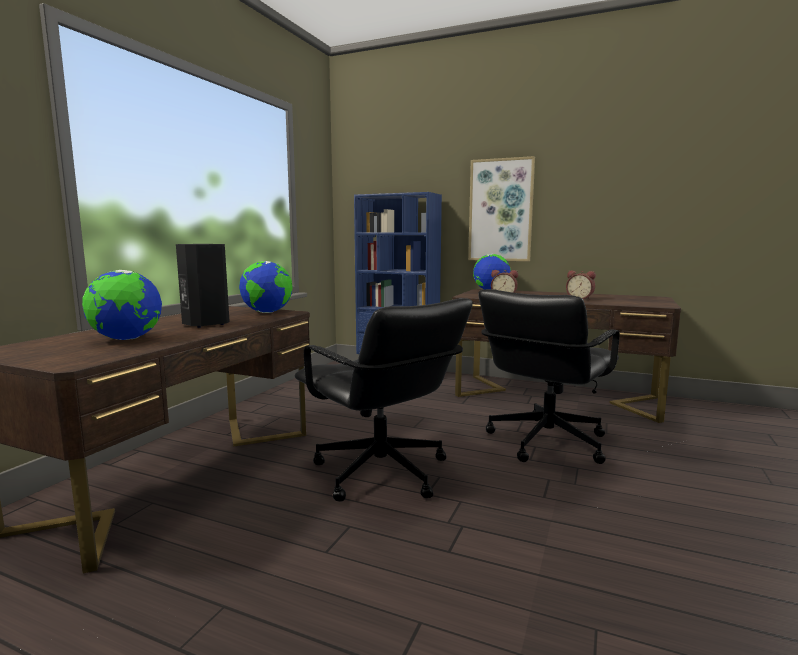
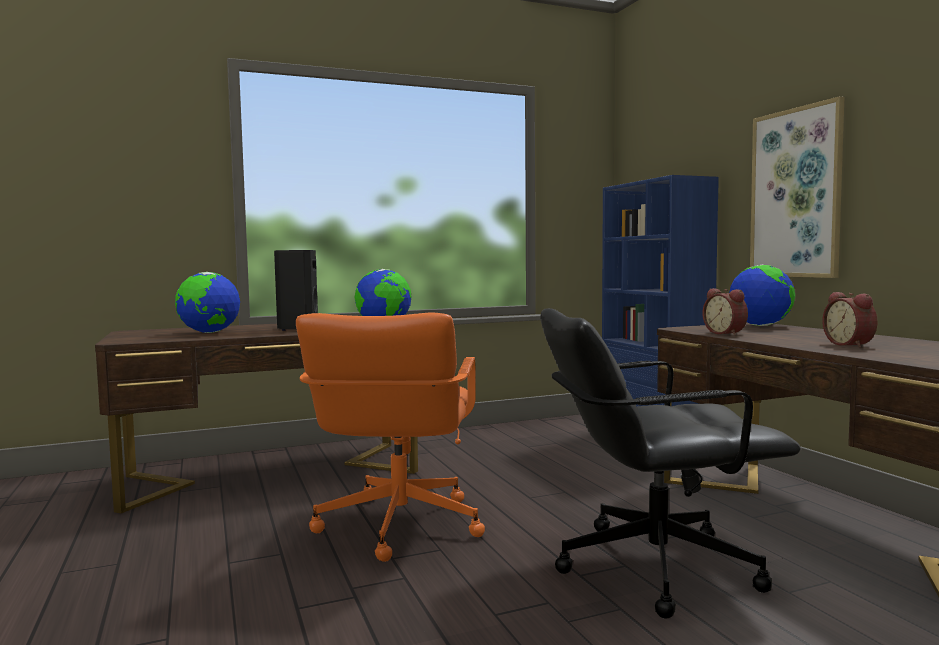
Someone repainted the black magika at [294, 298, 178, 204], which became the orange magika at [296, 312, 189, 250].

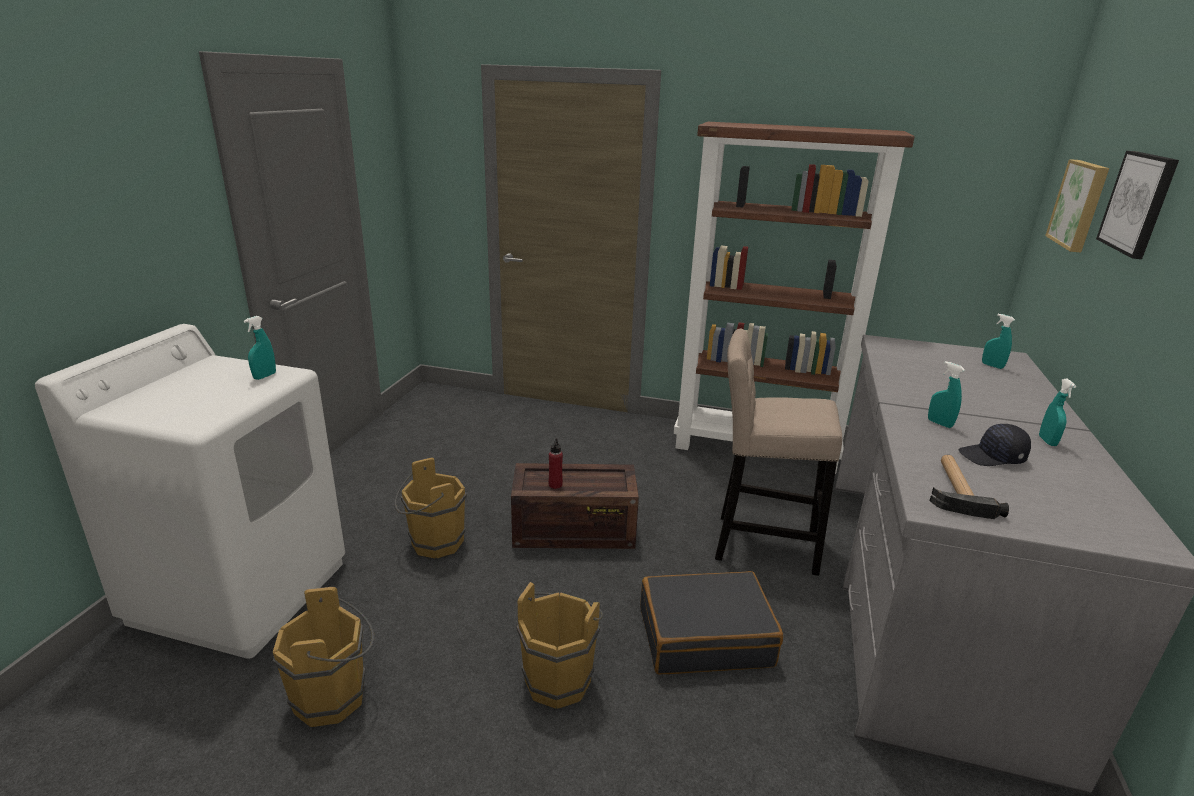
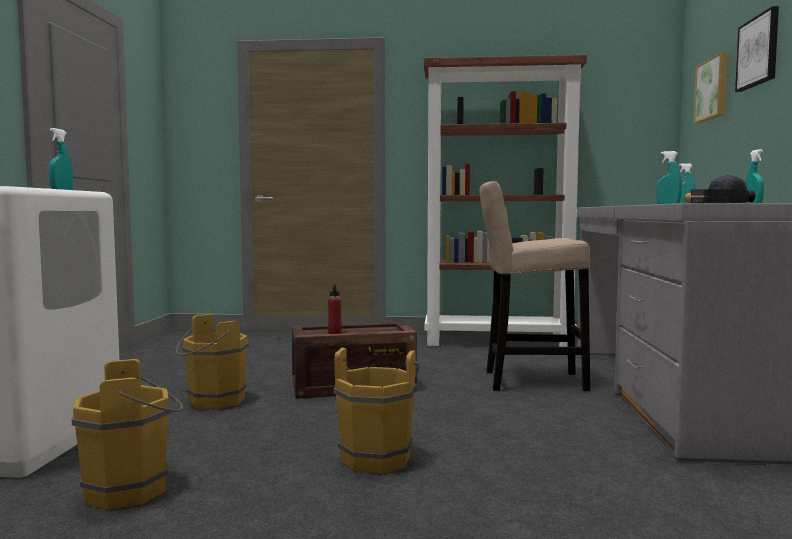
Someone took away the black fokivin at [640, 571, 143, 103].

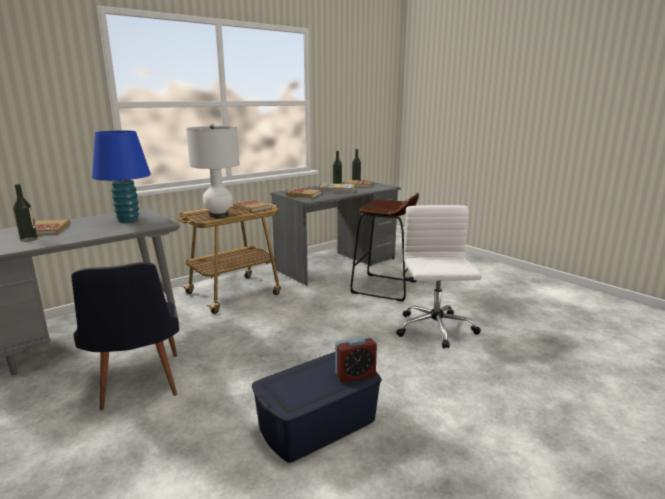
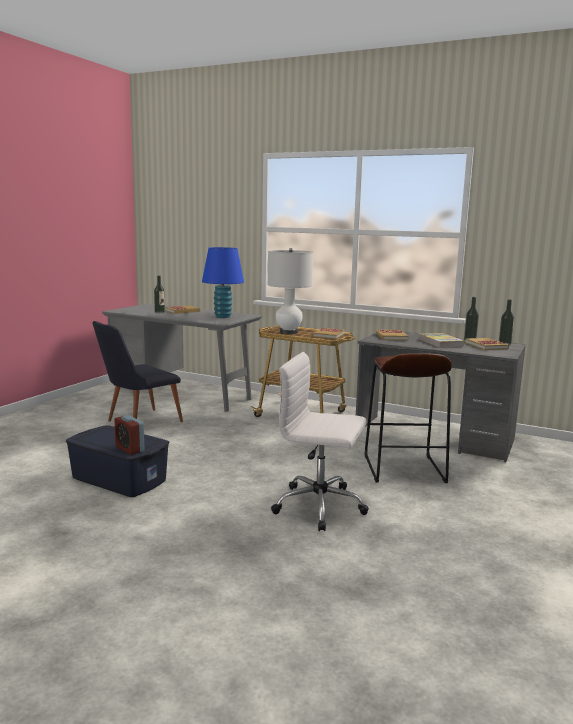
Someone rotated the white magika at [396, 205, 86, 143] by 135 degrees counterclockwise.

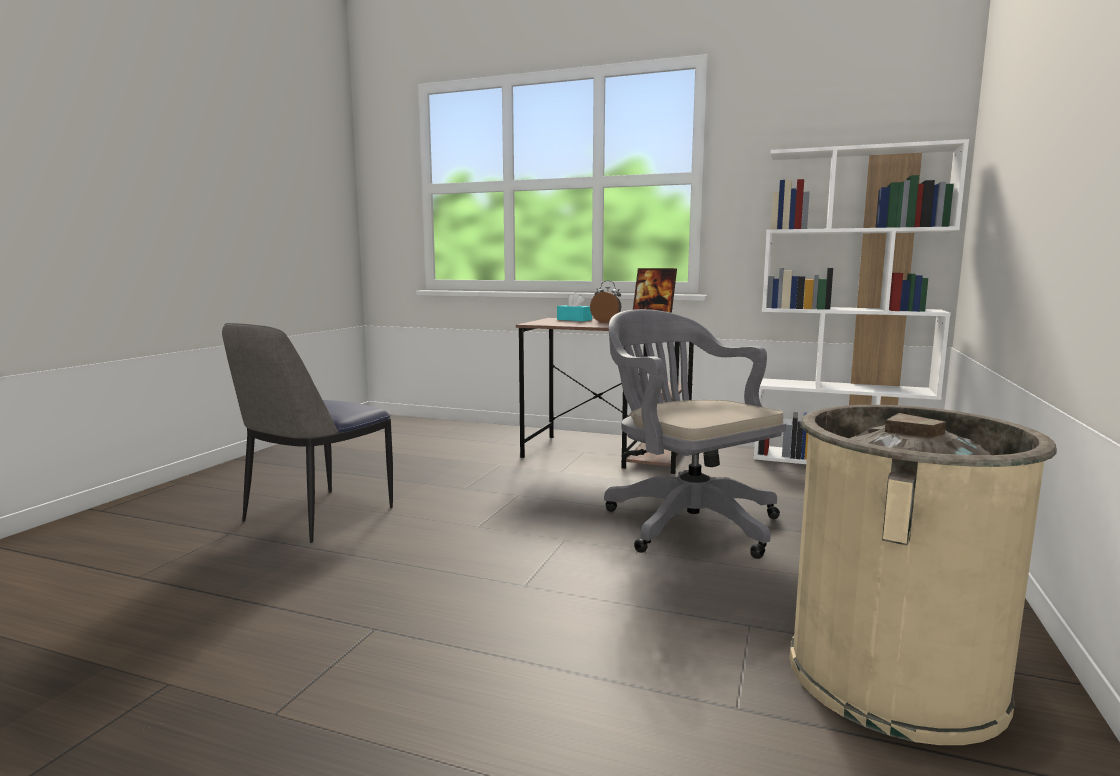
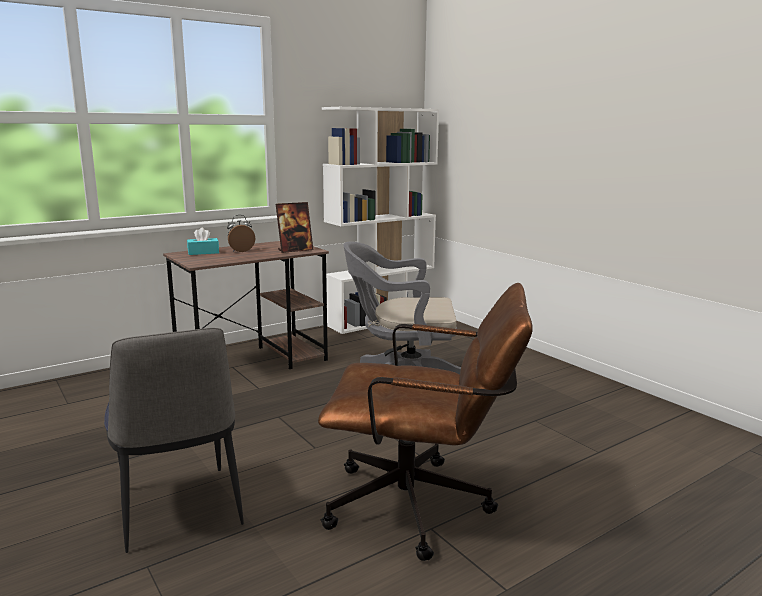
Someone took away the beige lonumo at [789, 405, 268, 340]. Someone put down the brown magika at [318, 283, 215, 278].

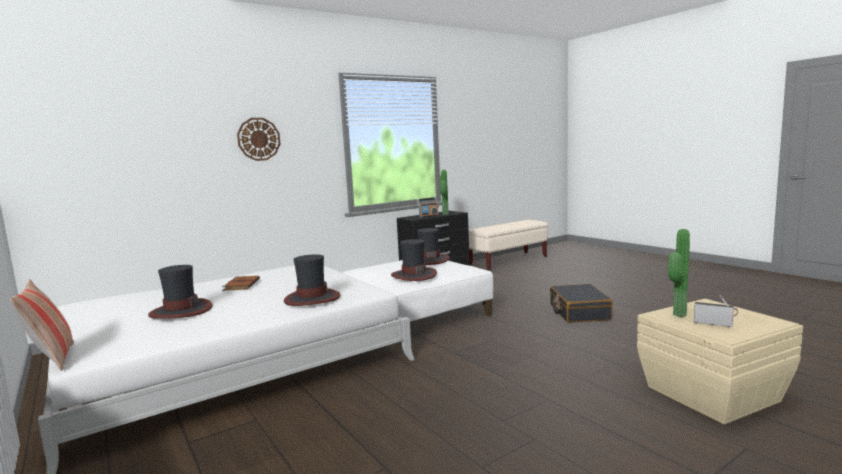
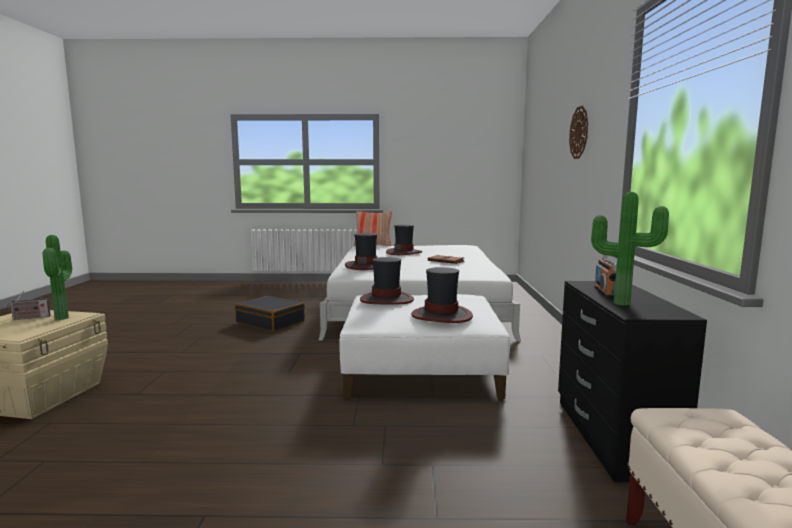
Someone carried the black fokivin from [550, 284, 63, 39] to [235, 296, 70, 35].

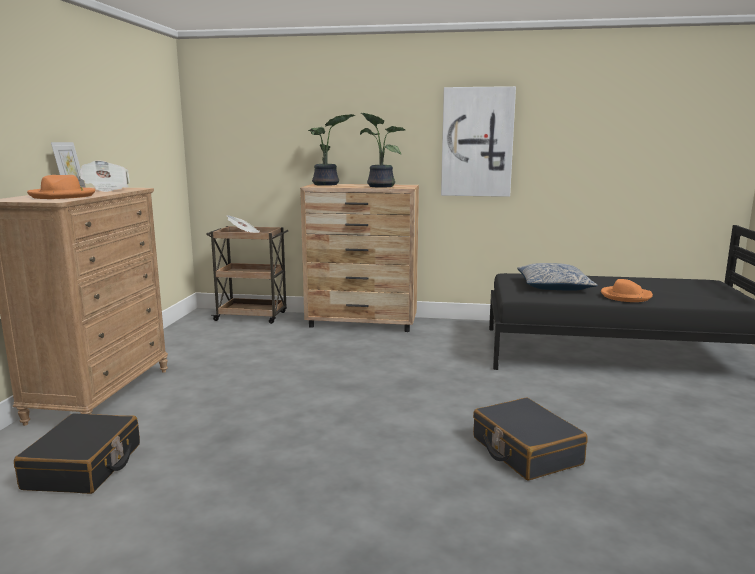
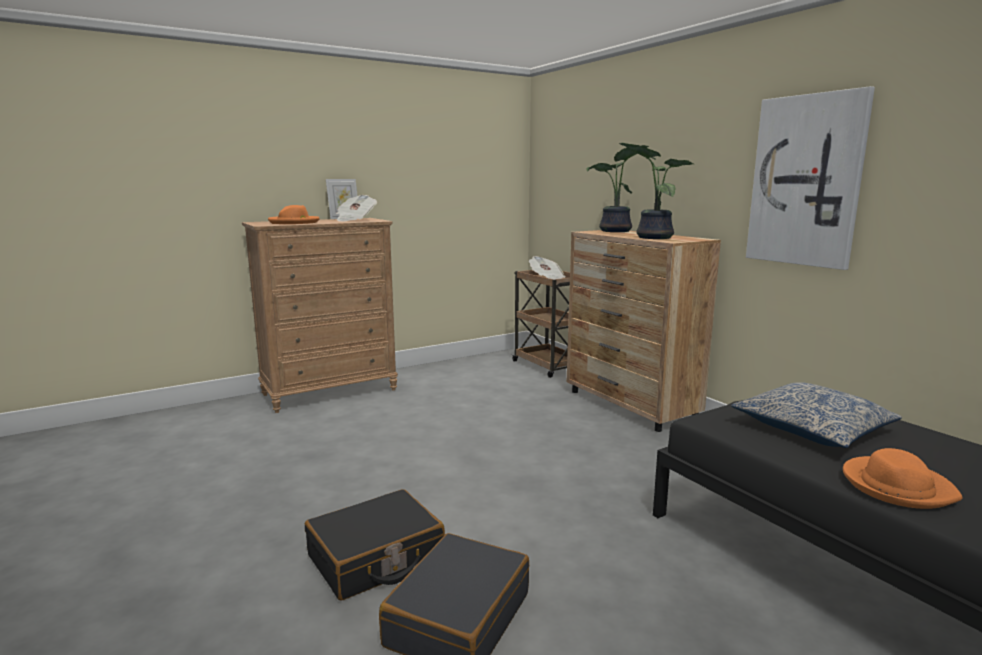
Someone carried the black fokivin from [14, 413, 126, 81] to [305, 489, 140, 111].

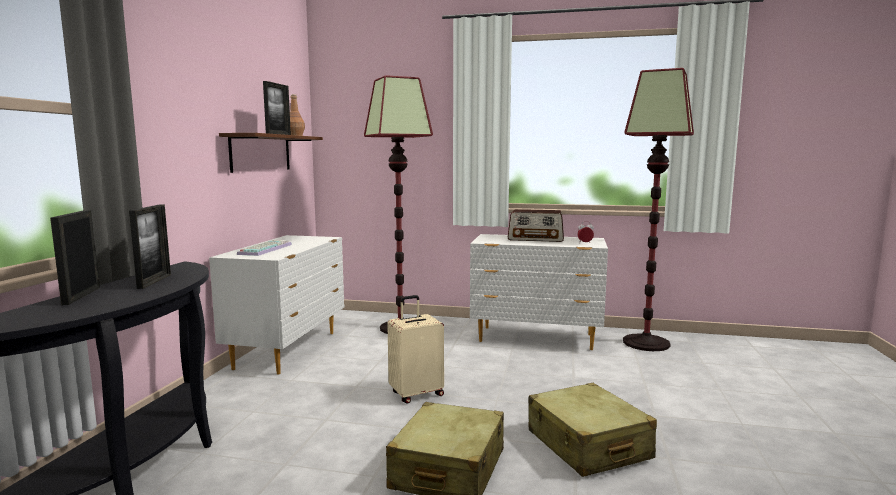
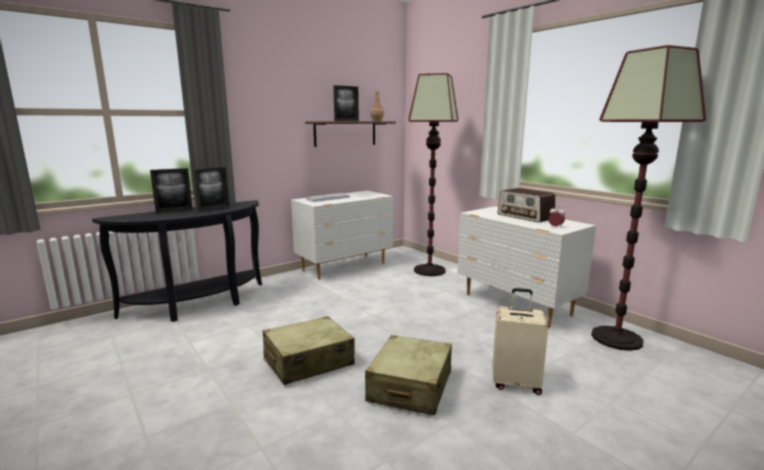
Someone carried the beige fokivin from [387, 295, 57, 109] to [493, 288, 55, 107]. Someone rotated the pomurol at [50, 210, 50, 95] by 150 degrees counterclockwise.

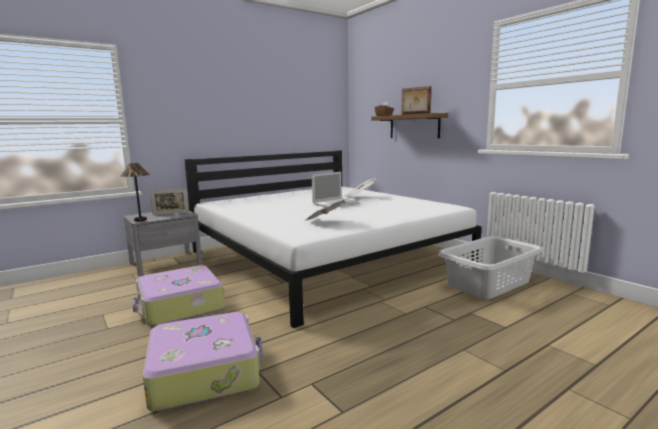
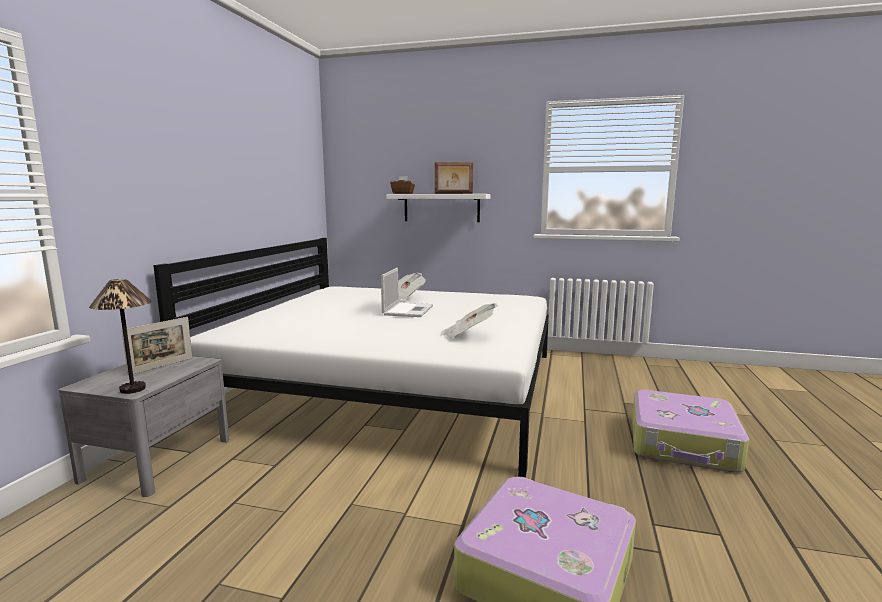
Someone took away the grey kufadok at [438, 236, 104, 63]. Someone carried the fokivin from [133, 265, 91, 61] to [632, 390, 117, 82]. Someone repainted the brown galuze at [371, 113, 77, 26], which became the white galuze at [387, 194, 103, 28].

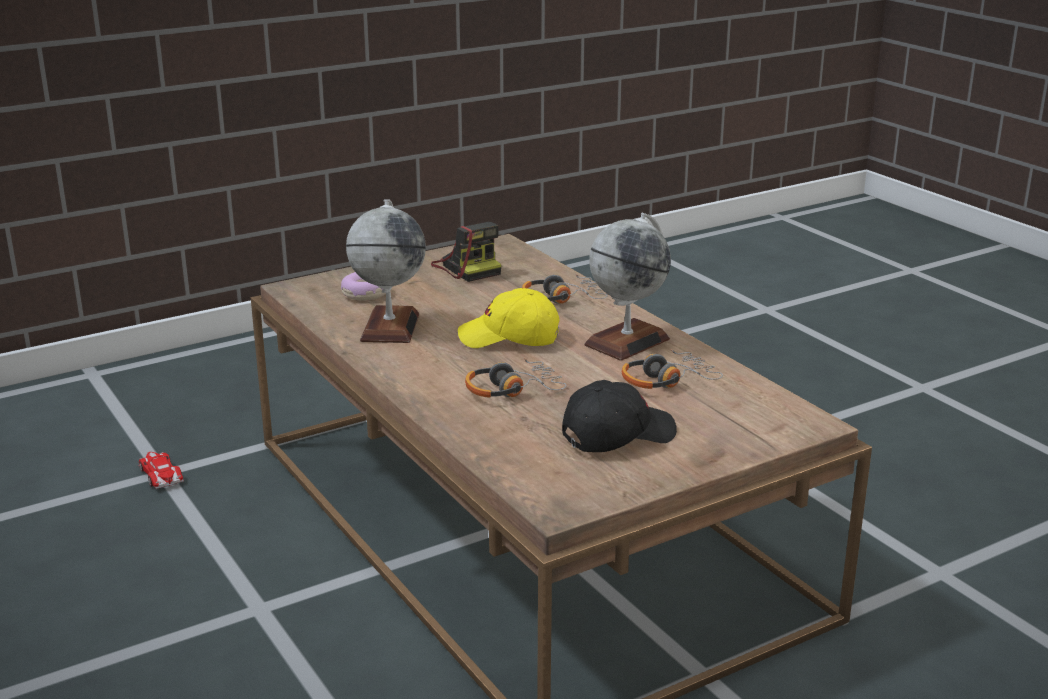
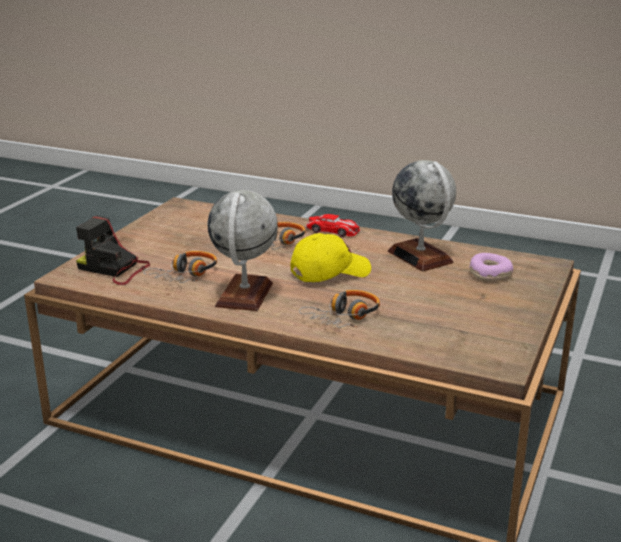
Someone took away the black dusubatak at [562, 380, 115, 72]. Someone carried the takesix from [138, 452, 46, 37] to [305, 214, 55, 23]. Someone carried the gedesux from [431, 222, 70, 60] to [76, 215, 74, 70].

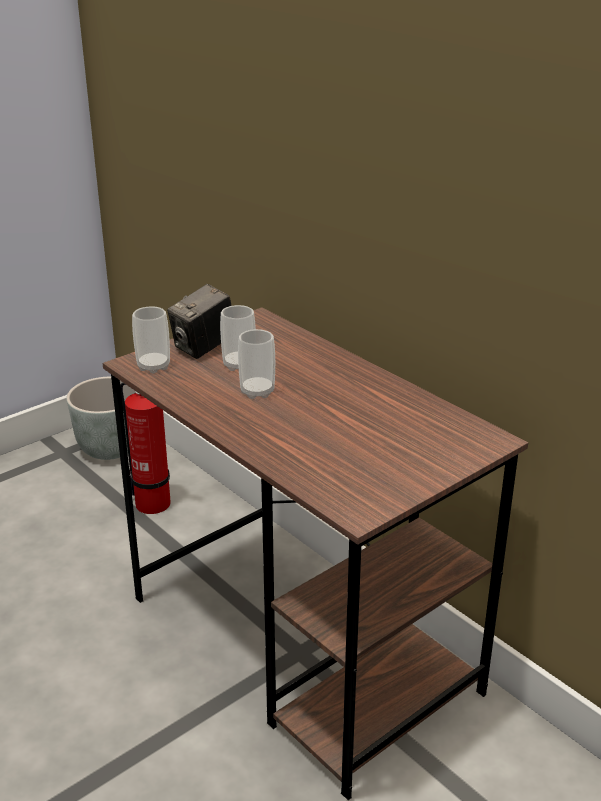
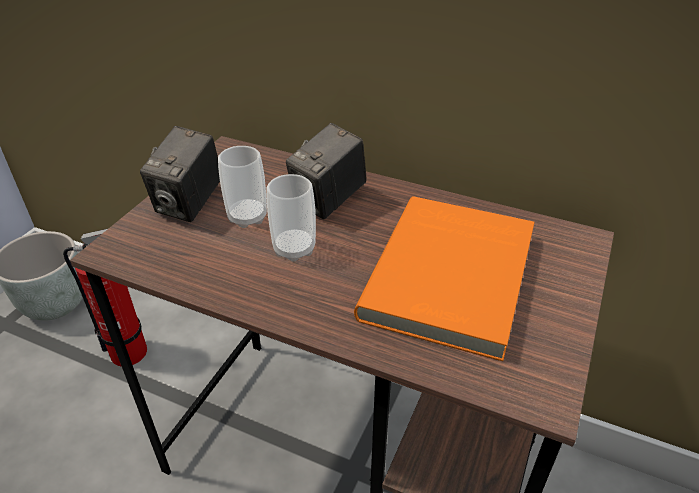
Someone took away the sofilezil at [132, 307, 38, 66]. Someone put down the gedesux at [286, 123, 81, 96]. Someone put down the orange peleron at [354, 196, 181, 165].

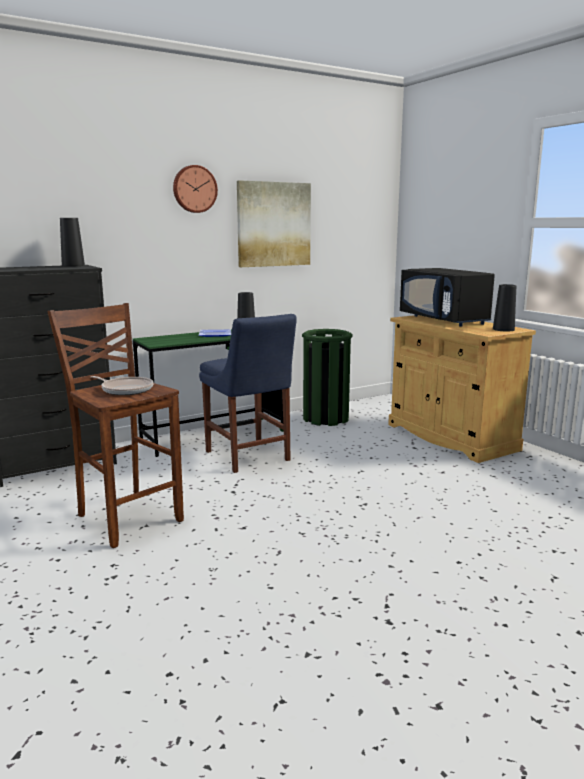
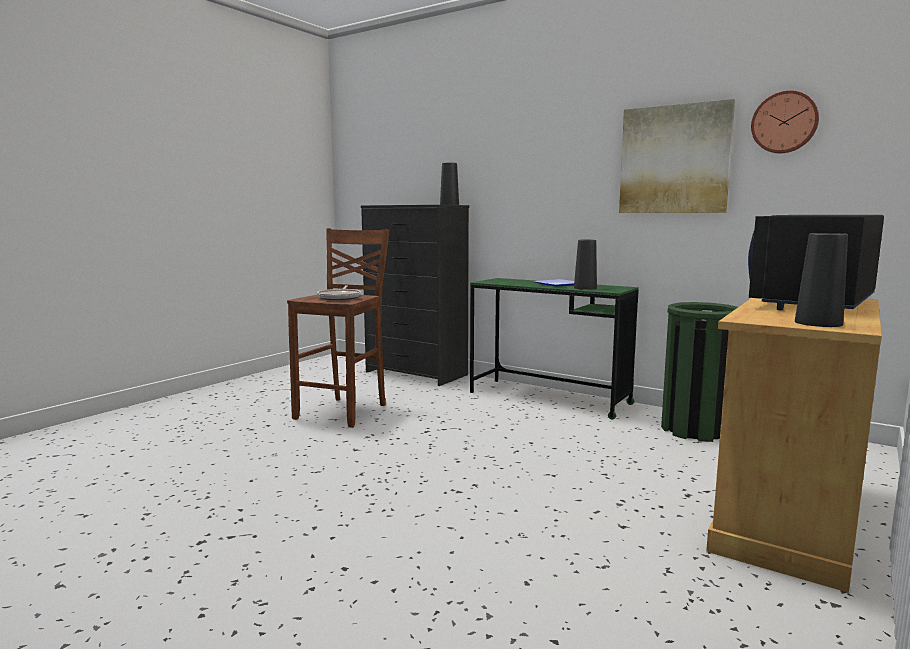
Someone took away the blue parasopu at [199, 314, 98, 159]. Someone carried the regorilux from [173, 165, 45, 48] to [751, 90, 68, 63].

